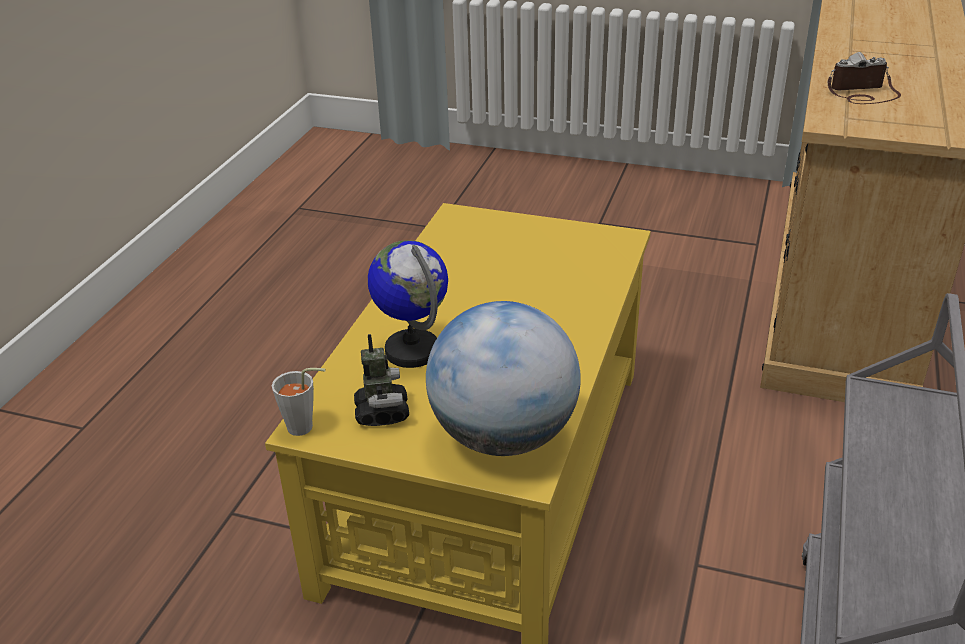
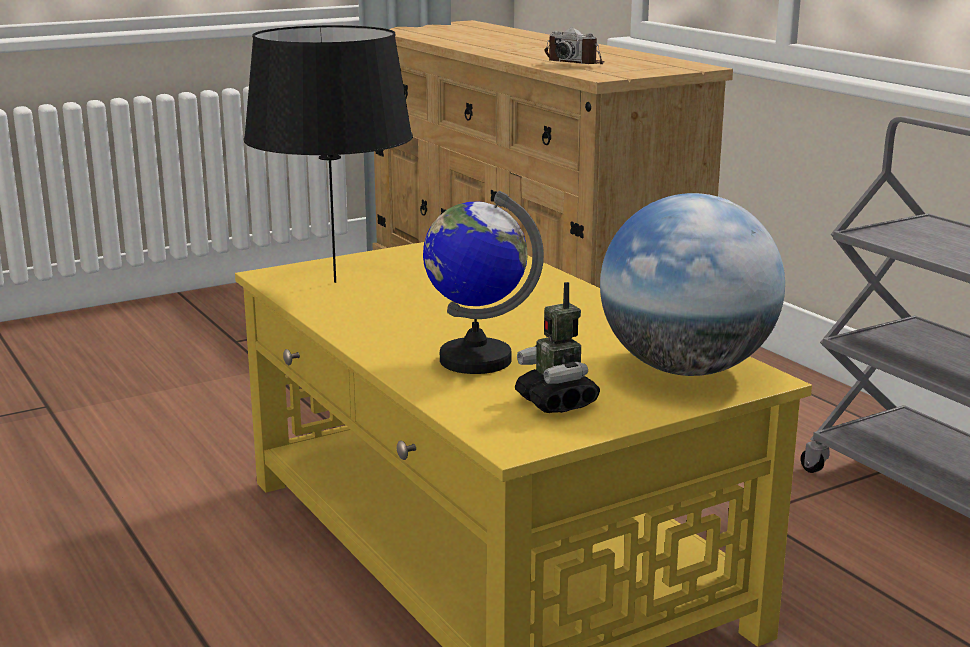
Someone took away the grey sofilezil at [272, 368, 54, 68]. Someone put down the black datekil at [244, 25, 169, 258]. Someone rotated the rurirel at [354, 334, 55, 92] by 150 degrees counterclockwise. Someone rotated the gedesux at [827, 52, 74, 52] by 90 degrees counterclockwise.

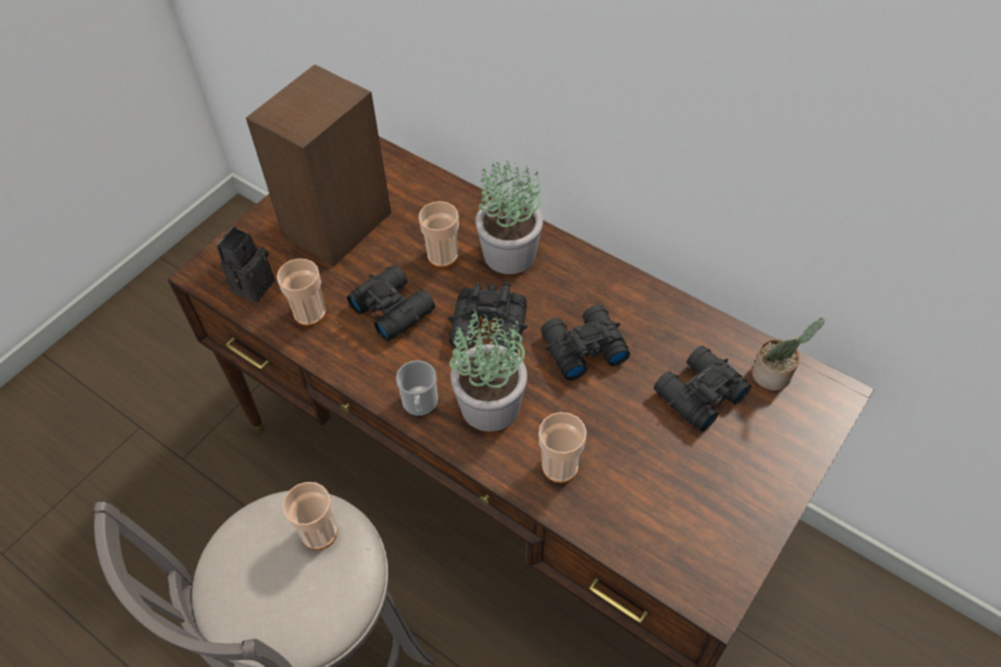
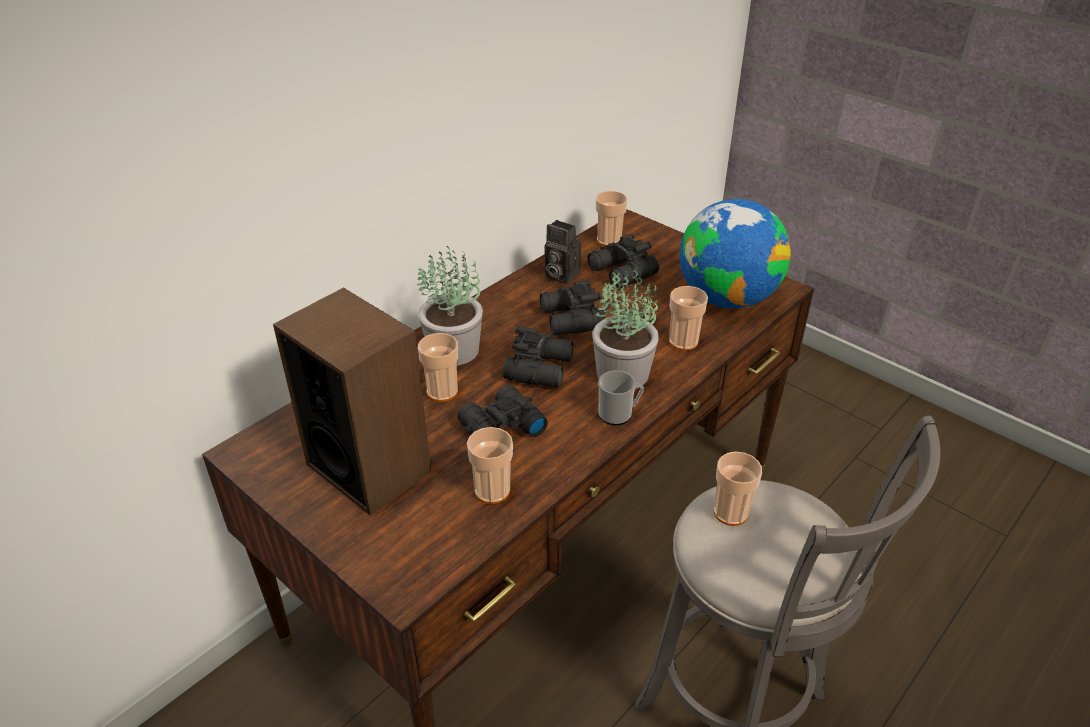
Someone put down the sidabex at [680, 199, 111, 110]. Someone carried the gedesux from [216, 226, 59, 76] to [545, 220, 36, 64]. Someone swapped the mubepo at [752, 318, 72, 73] for the sofilezil at [596, 191, 32, 55].

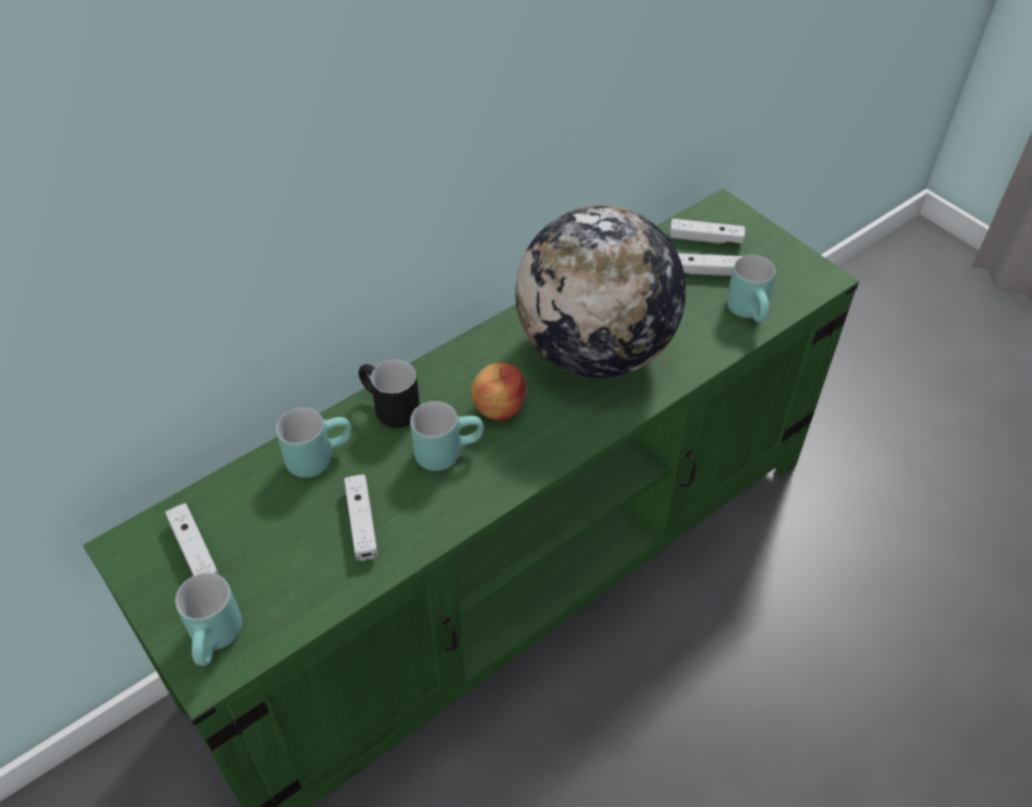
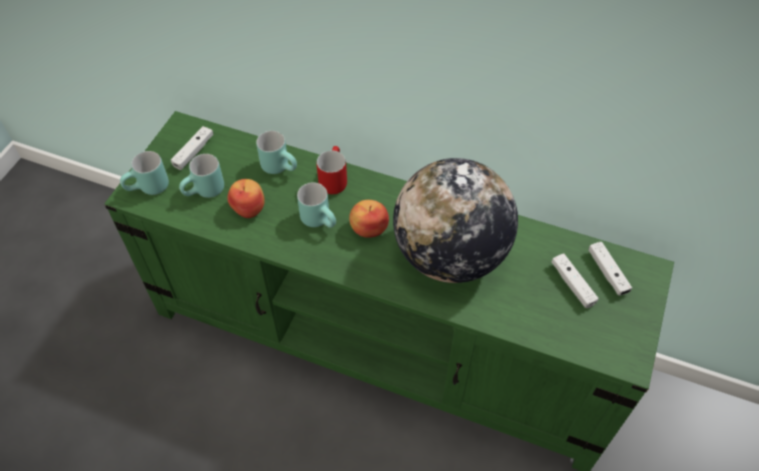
Someone carried the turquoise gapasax from [727, 255, 49, 68] to [179, 154, 45, 44]. Someone swapped the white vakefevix at [344, 474, 34, 87] for the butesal at [227, 179, 38, 39]. Someone repainted the black gapasax at [359, 360, 61, 68], which became the red gapasax at [317, 146, 30, 48].

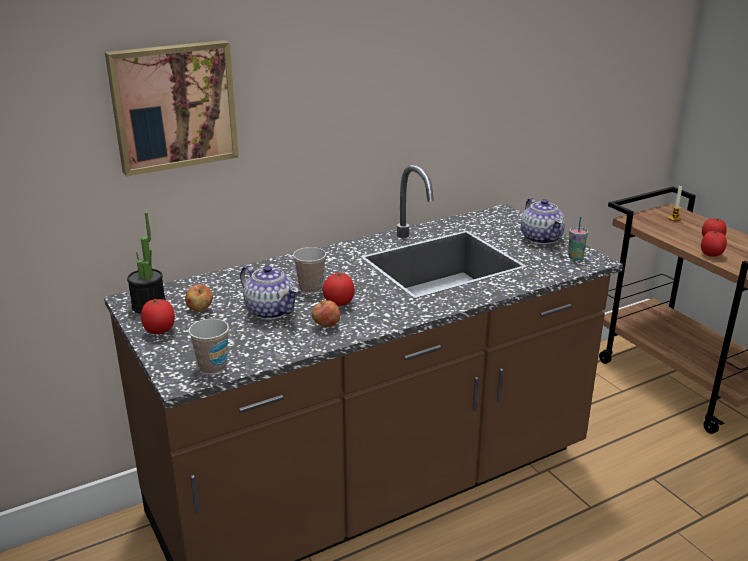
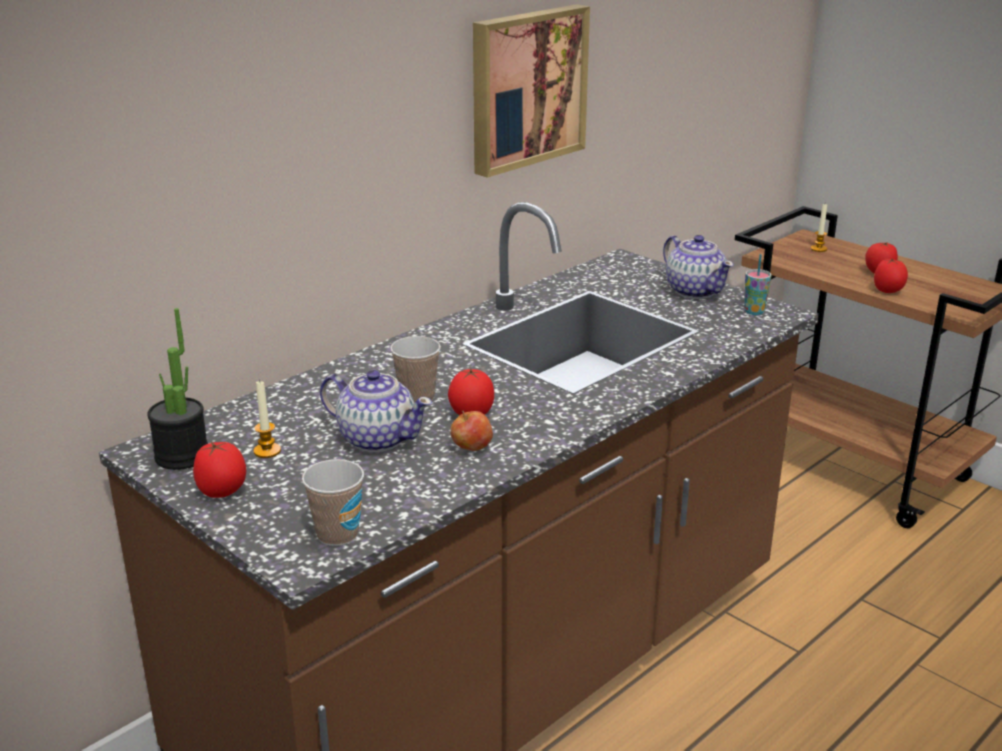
Someone carried the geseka from [105, 40, 134, 136] to [473, 4, 117, 174]. Someone swapped the butesal at [185, 284, 28, 27] for the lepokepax at [253, 380, 28, 78].

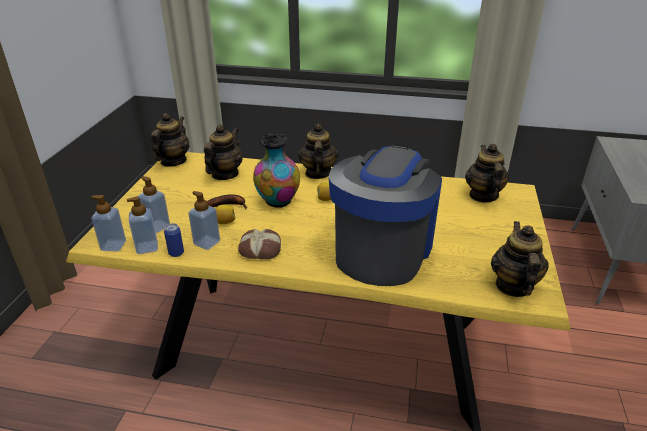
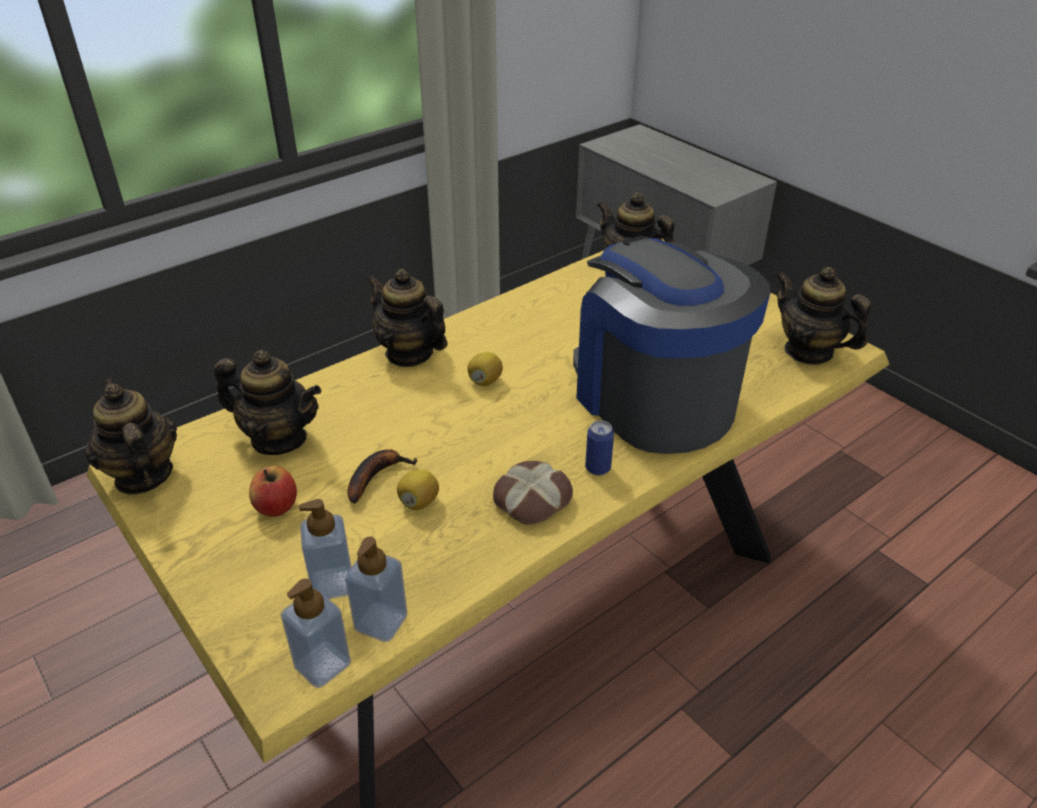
Someone took away the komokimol at [188, 191, 32, 59]. Someone took away the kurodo at [253, 134, 47, 74]. Someone put down the butesal at [249, 466, 48, 51]. Someone carried the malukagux from [164, 223, 20, 34] to [585, 420, 29, 55]. Someone rotated the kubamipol at [204, 125, 39, 55] by 135 degrees clockwise.

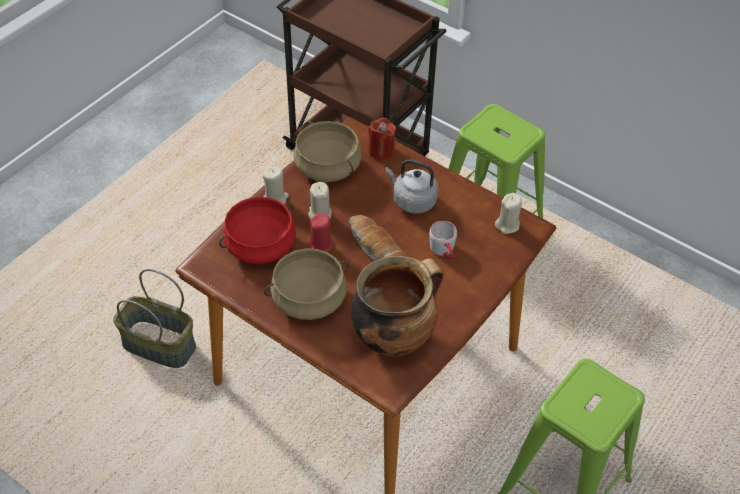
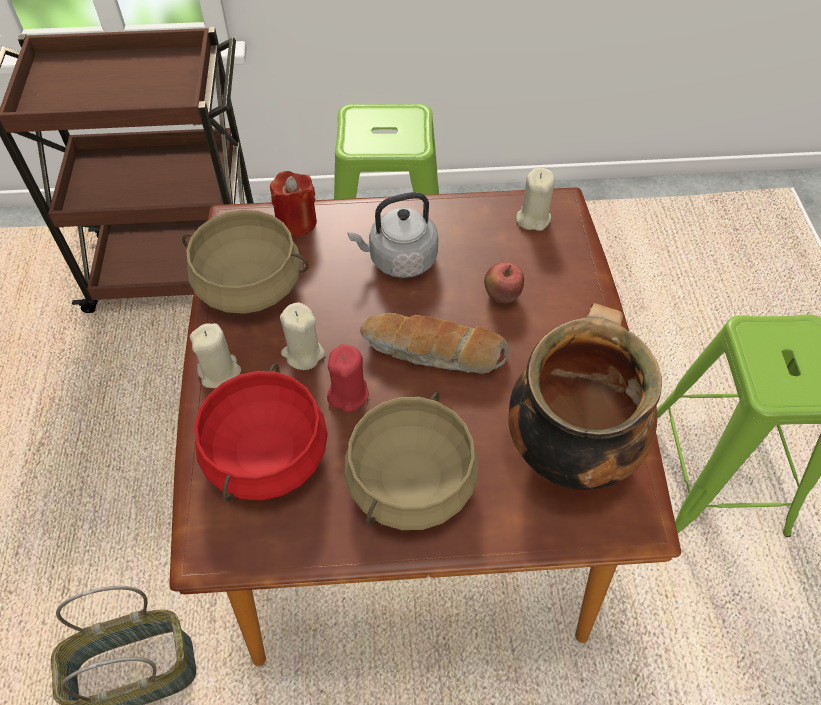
Someone swapped the grey gapasax at [429, 221, 28, 38] for the butesal at [484, 262, 40, 41].

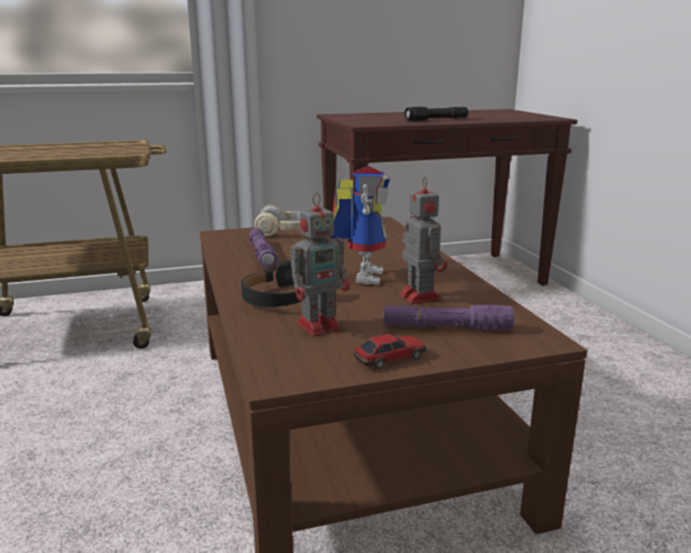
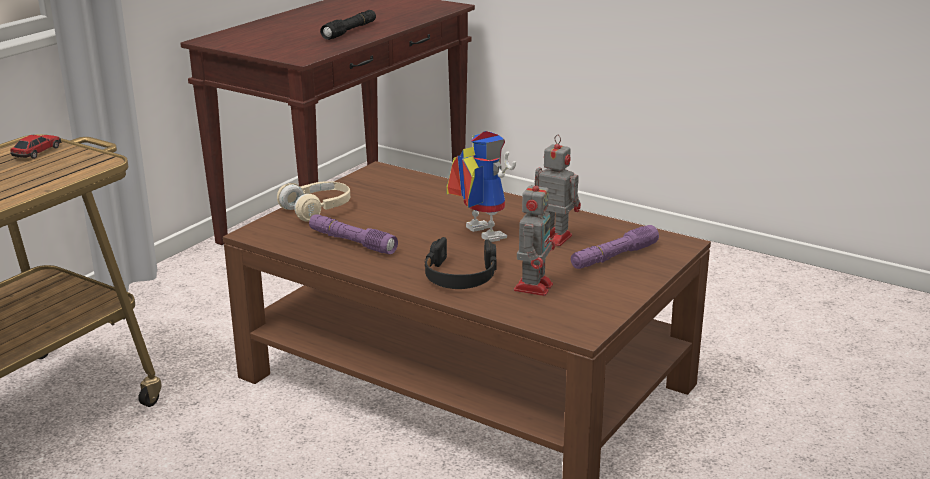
Someone carried the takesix from [353, 334, 73, 35] to [10, 135, 51, 24].

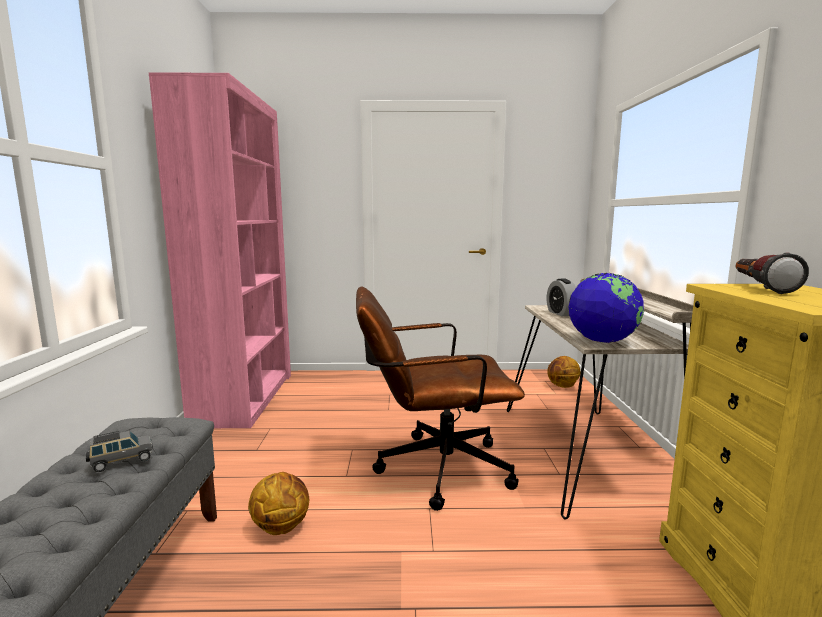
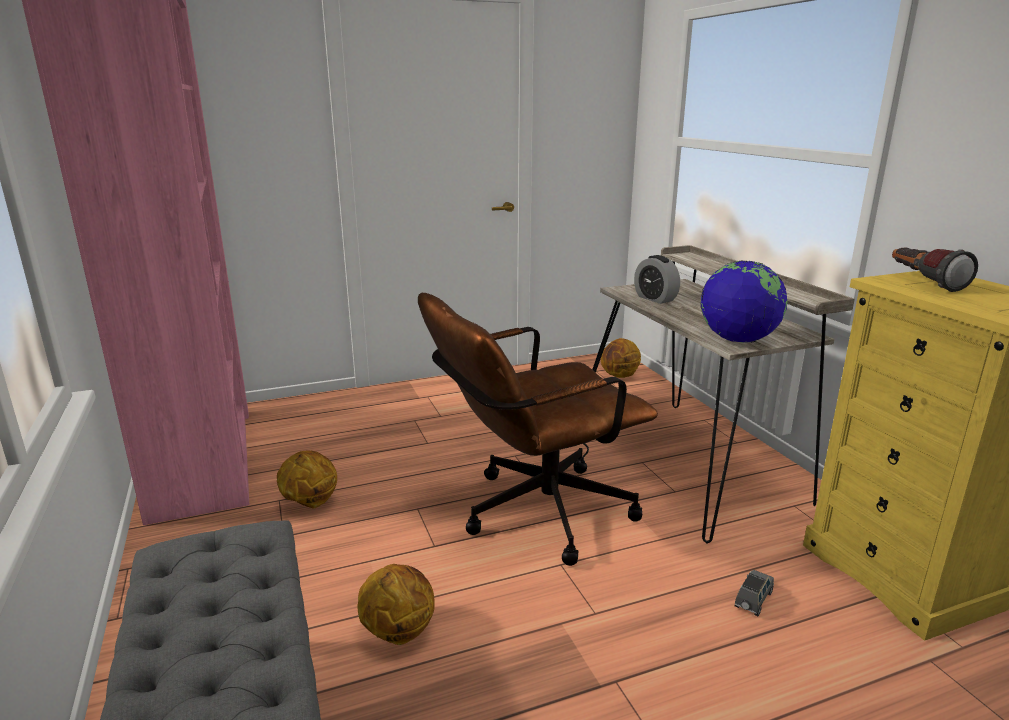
Someone put down the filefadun at [277, 450, 60, 58]. Someone carried the grey takesix from [85, 431, 68, 41] to [735, 570, 39, 46].

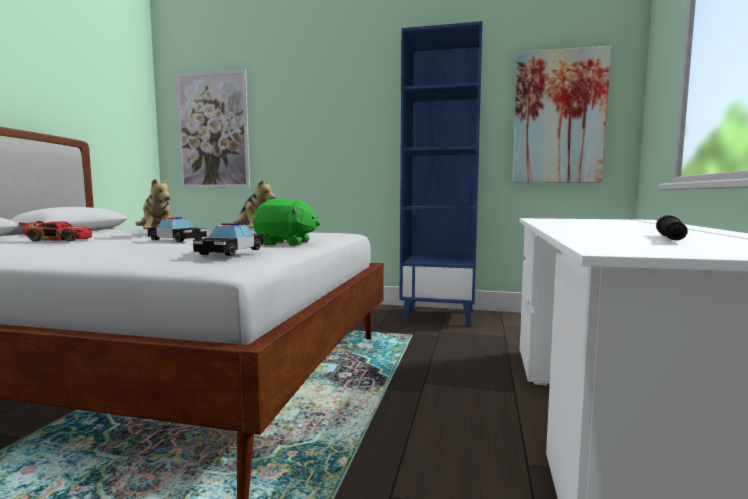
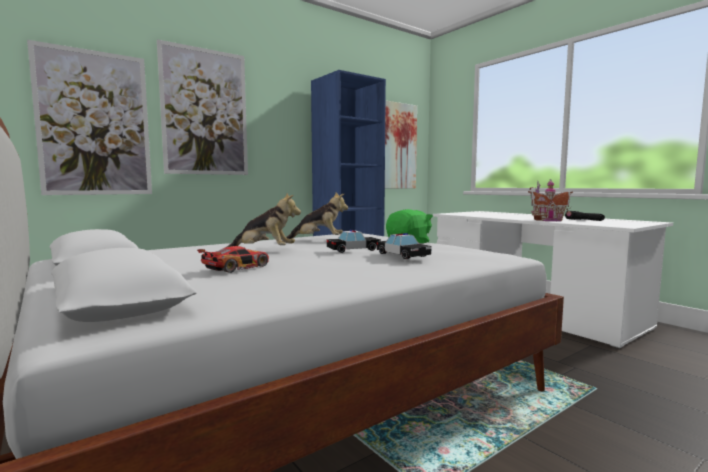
Someone put up the geseka at [157, 39, 91, 136]. Someone put down the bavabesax at [528, 180, 45, 41]. Someone carried the takesix from [193, 223, 70, 33] to [377, 233, 55, 26].

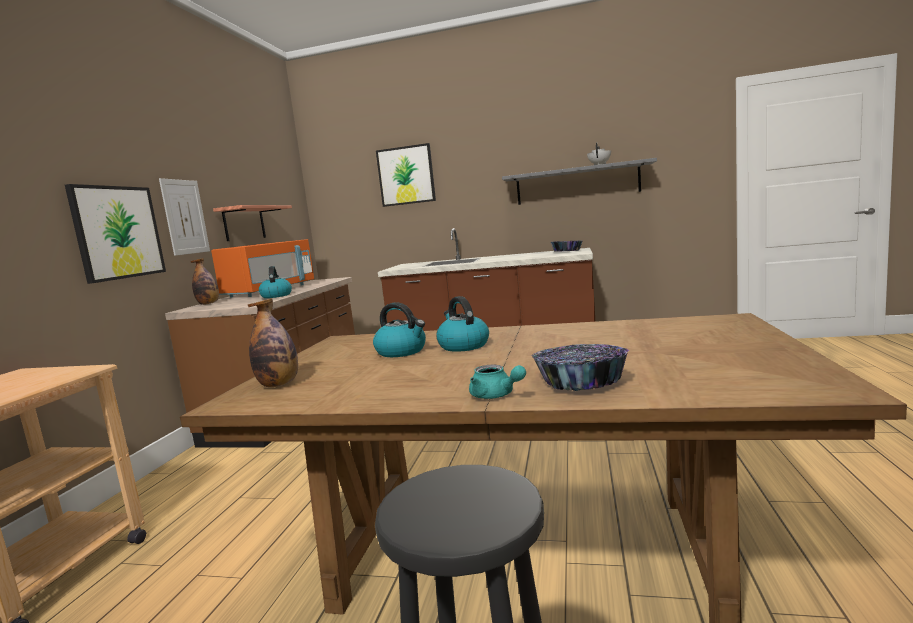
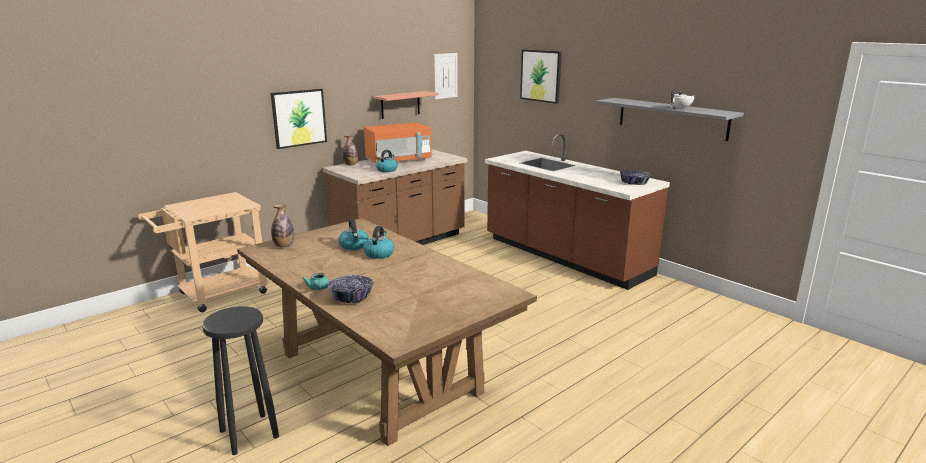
Someone carried the geseka from [159, 178, 51, 78] to [434, 53, 24, 46].

